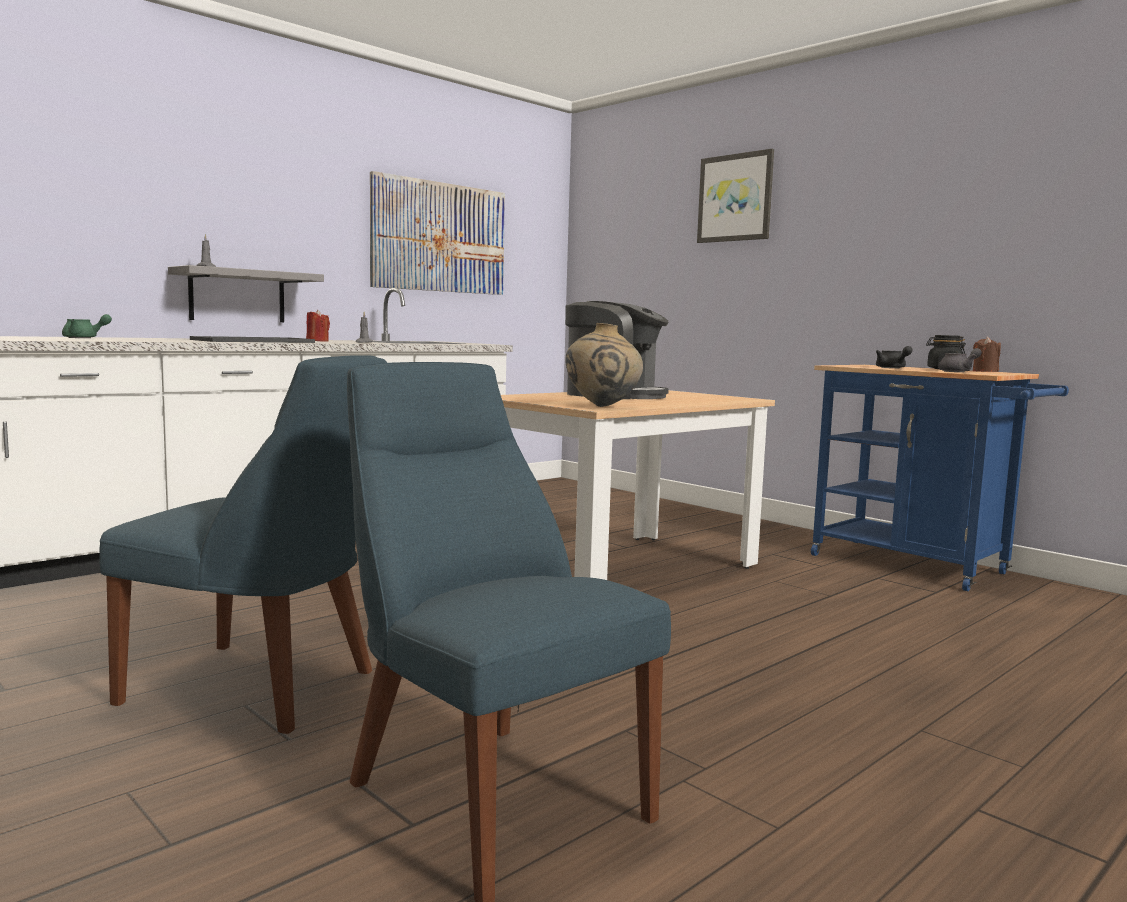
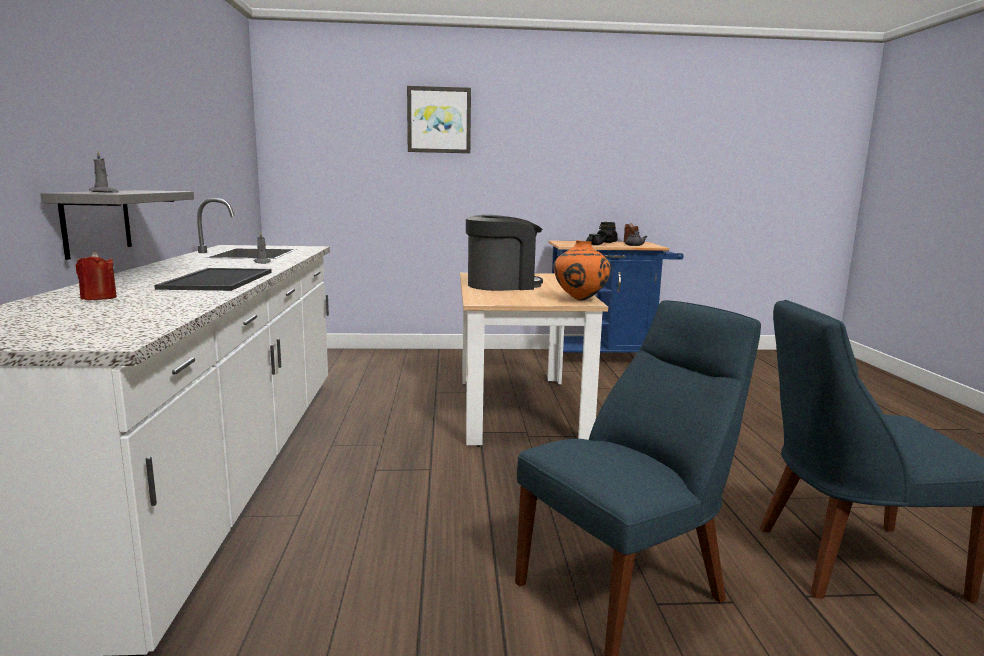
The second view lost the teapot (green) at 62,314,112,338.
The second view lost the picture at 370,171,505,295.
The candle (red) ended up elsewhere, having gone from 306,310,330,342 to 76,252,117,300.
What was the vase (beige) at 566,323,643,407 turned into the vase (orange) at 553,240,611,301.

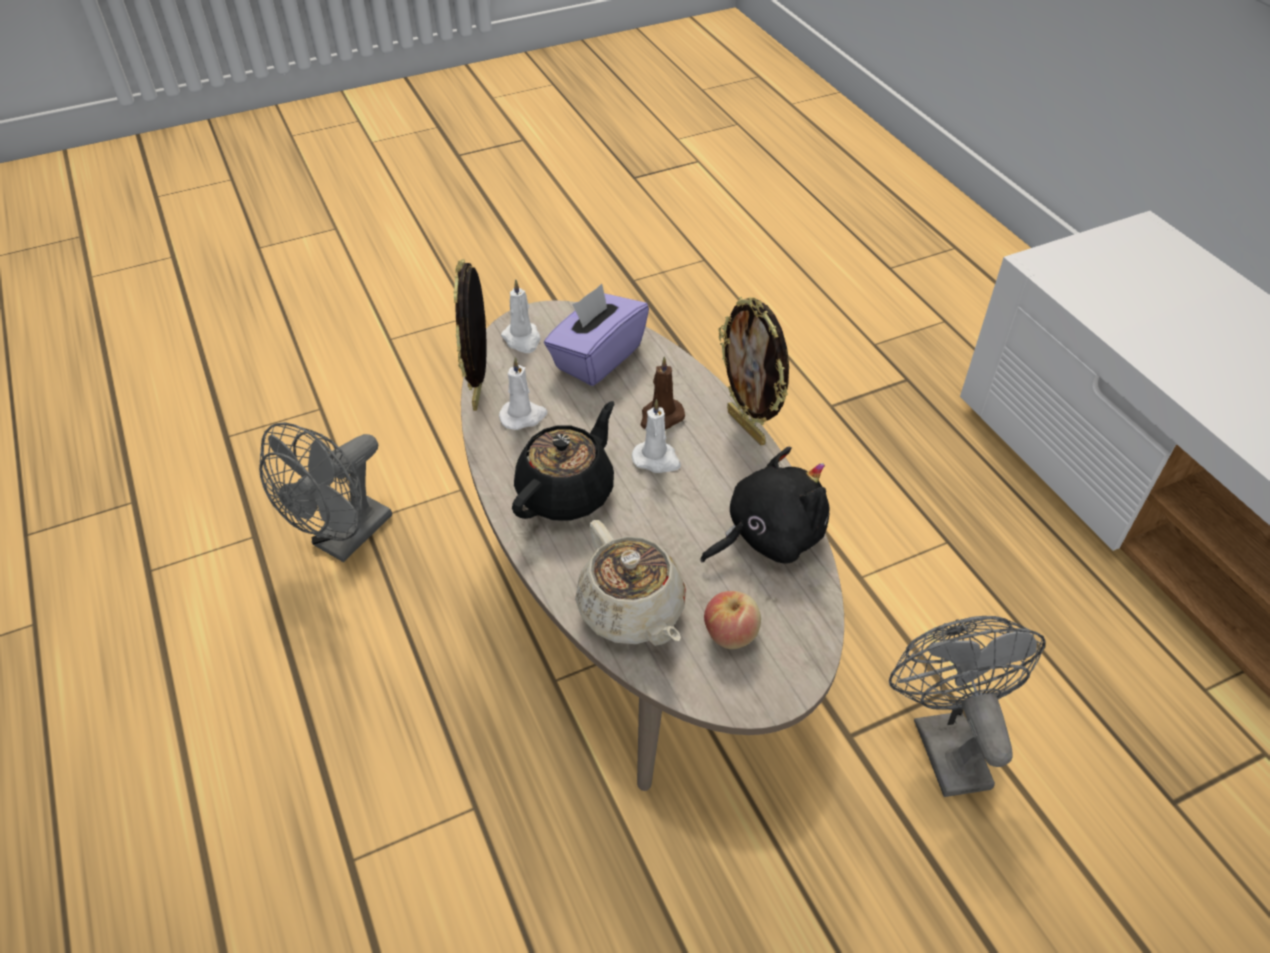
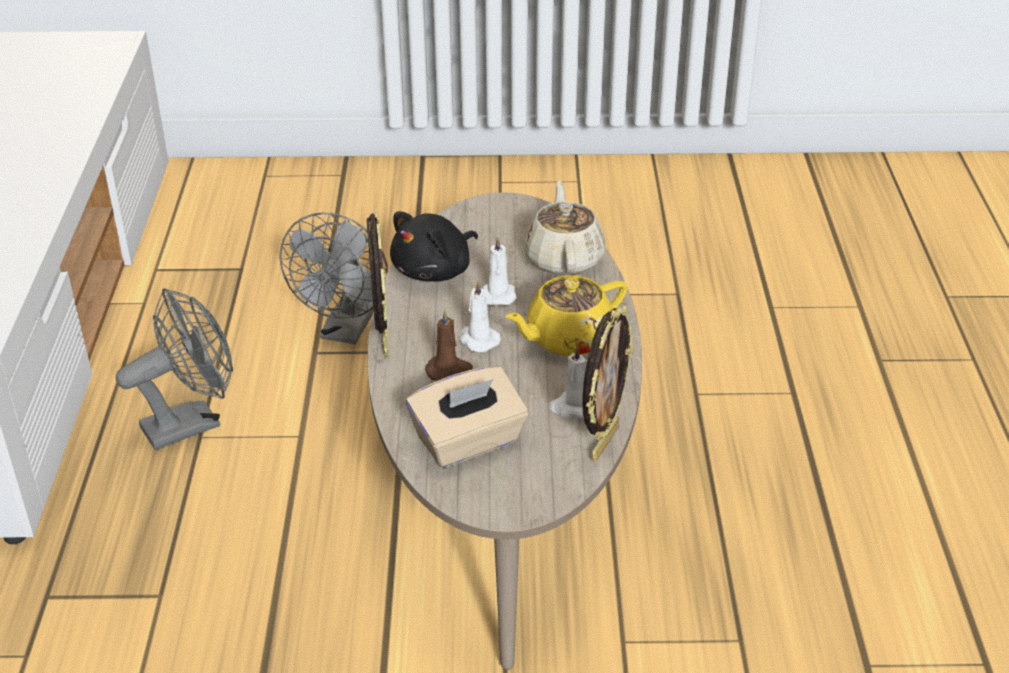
The second view lost the apple at 704,591,761,649.
The fan (grey) ended up elsewhere, having gone from 259,422,392,562 to 116,288,233,450.
The candle (white) ended up elsewhere, having gone from 501,279,541,353 to 482,236,517,305.
What was the teapot (black) at 512,401,615,521 turned into the teapot (yellow) at 505,275,628,356.
What was the tissue box (purple) at 544,284,649,386 turned into the tissue box (beige) at 406,366,528,467.
The plush toy (black) at 700,447,829,563 ended up facing another way, 45 degrees counterclockwise from before.

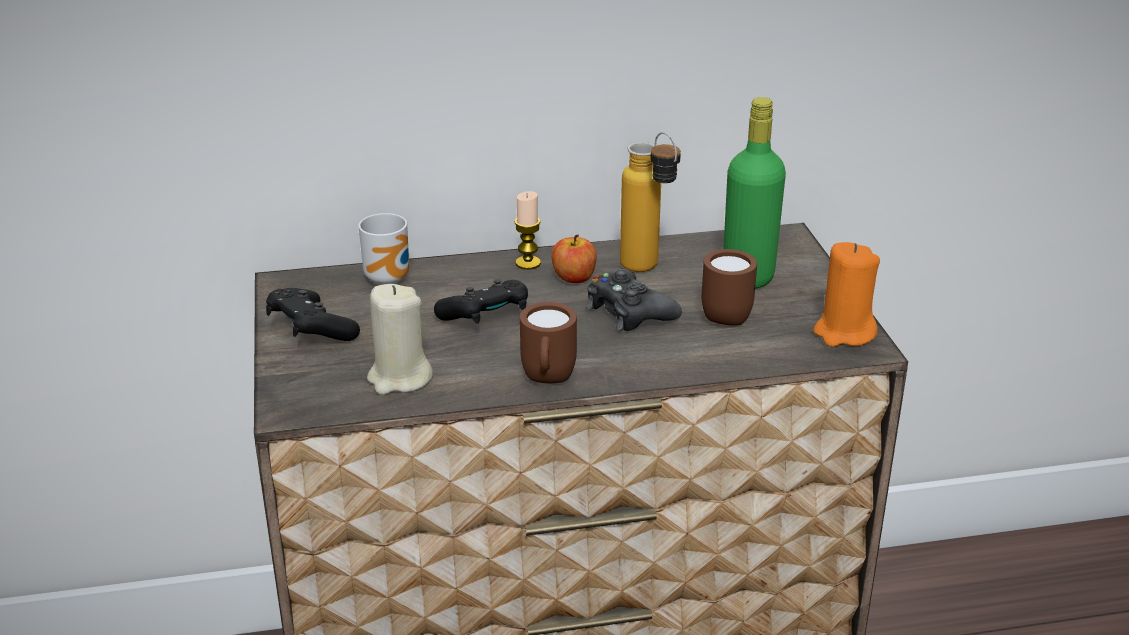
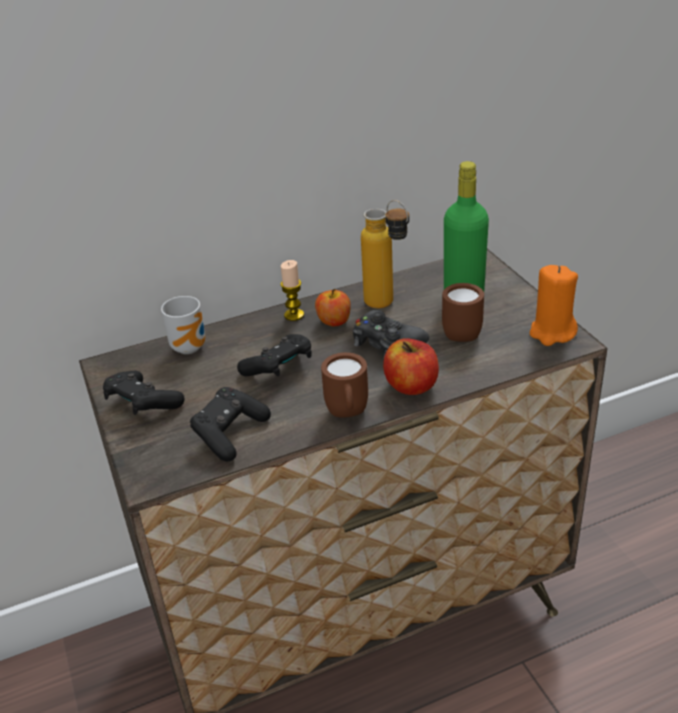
The second view gained the apple at 383,338,439,395.
Where the candle (beige) stood at 367,284,433,395, the game controller (black) came to stand at 190,387,271,461.

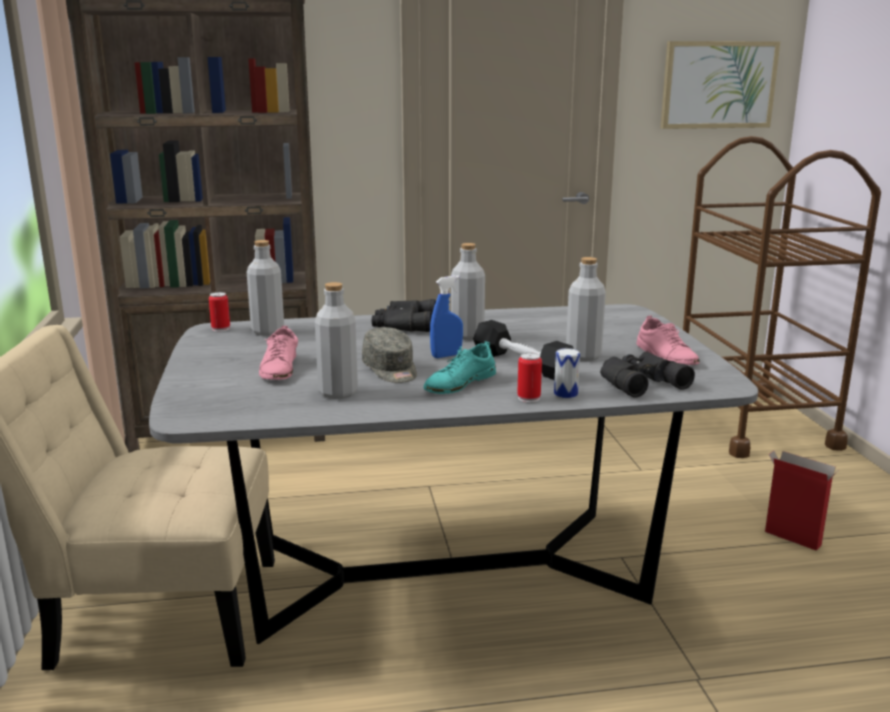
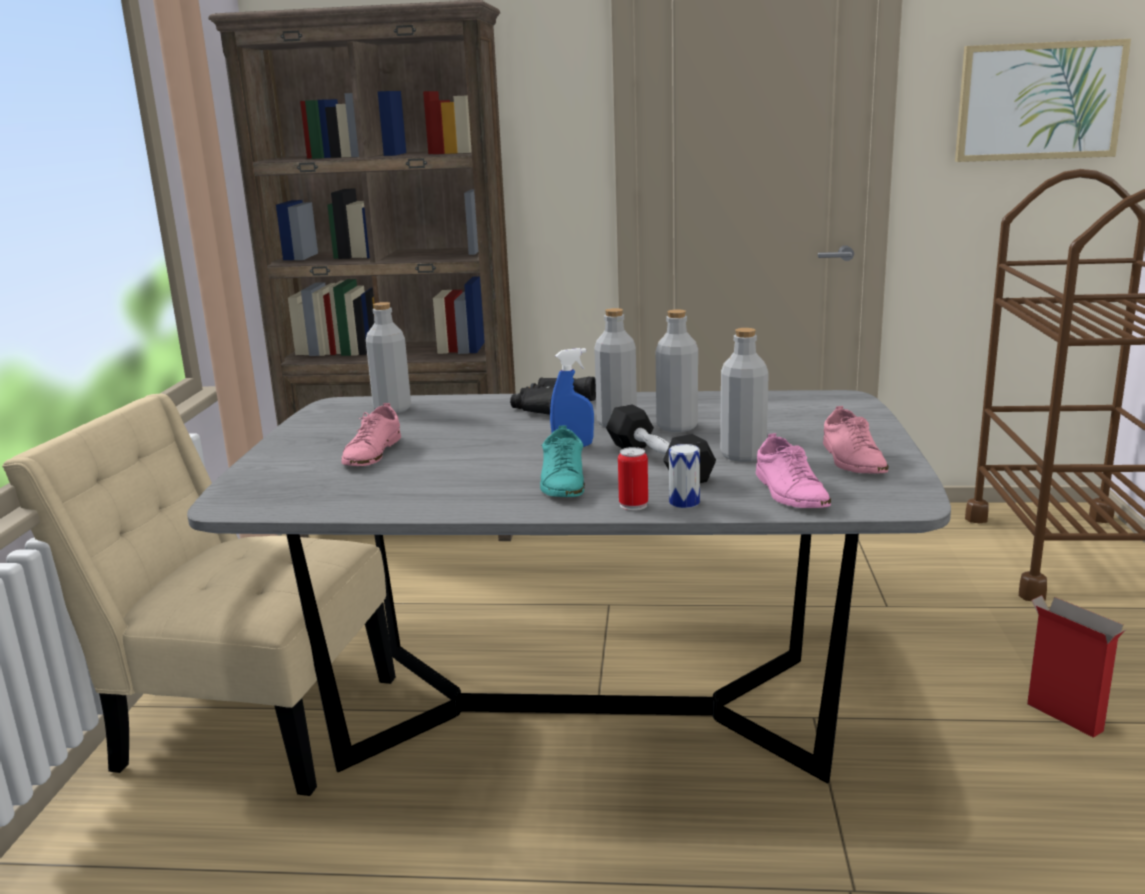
The second view lost the can at 209,292,230,332.
The second view lost the cap (grey) at 362,327,417,383.
The bottle (grey) ended up elsewhere, having gone from 315,282,358,399 to 656,310,698,432.
Where the binoculars (black) stood at 600,352,695,398, the shoe (pink) came to stand at 756,433,831,508.
The shoe (turquoise) at 423,341,496,394 ended up facing another way, 60 degrees counterclockwise from before.

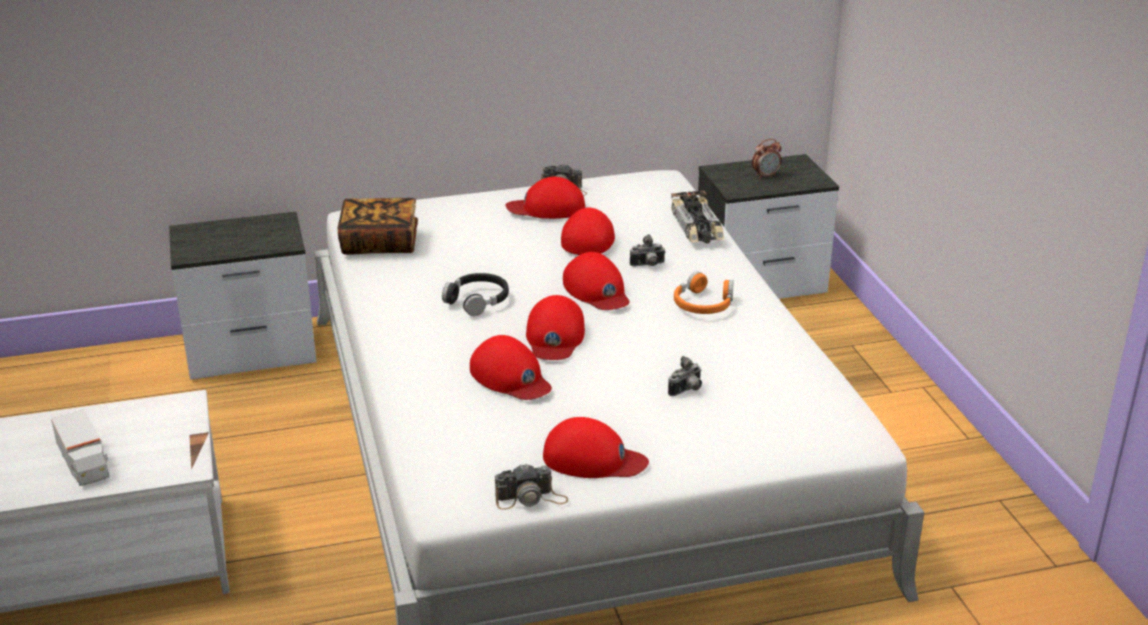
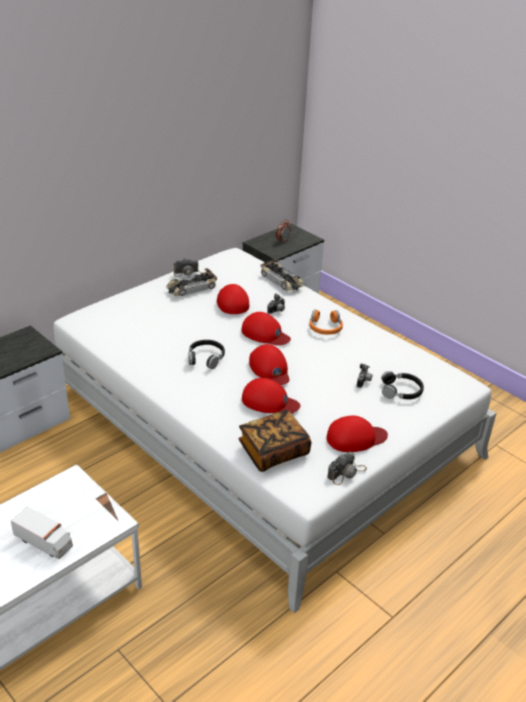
The second view gained the headphones (black) at 381,371,424,399.
The book ended up elsewhere, having gone from 337,198,418,255 to 238,410,311,472.
Where the cap (red) stood at 505,177,585,219, the toy car came to stand at 166,268,217,296.

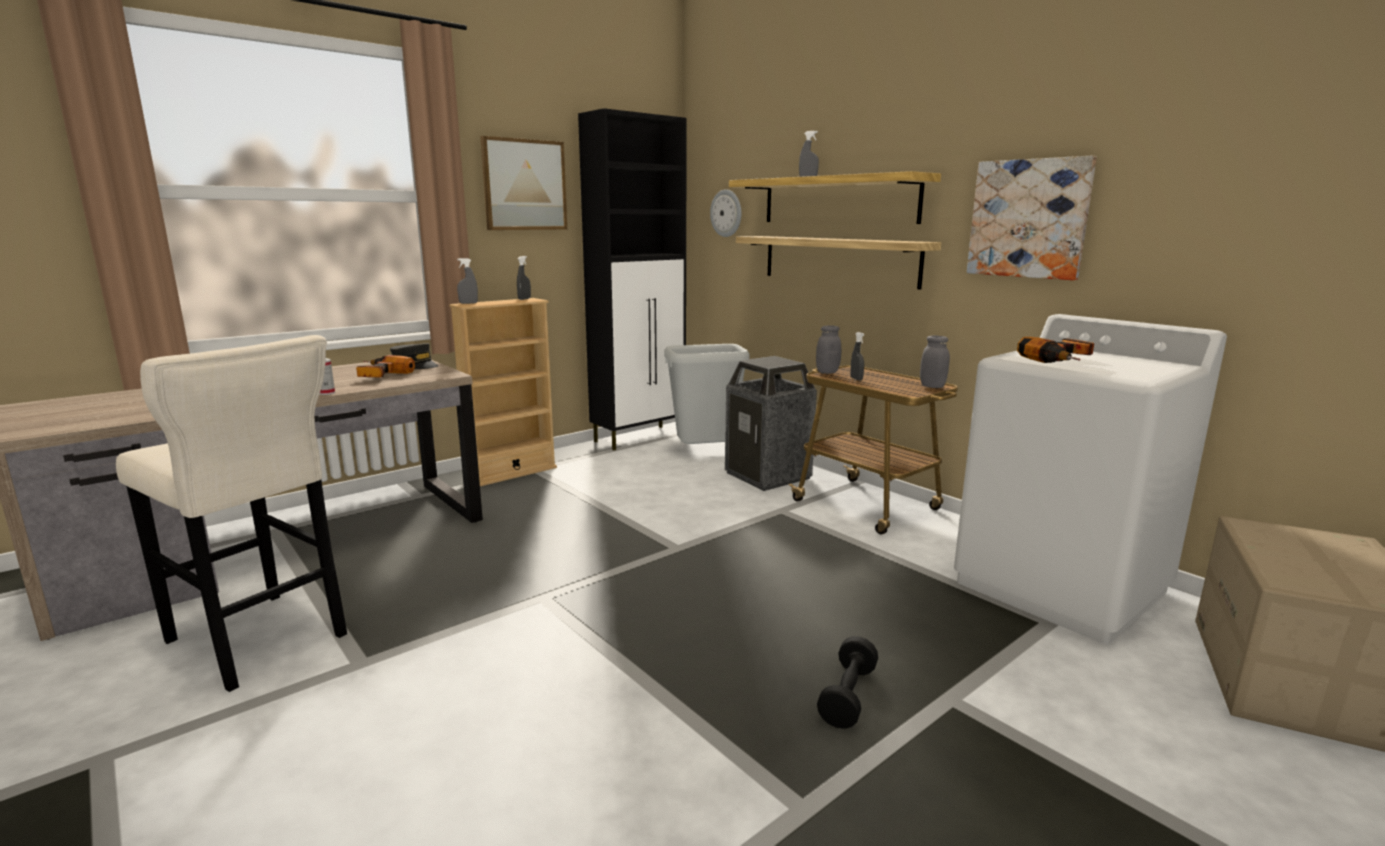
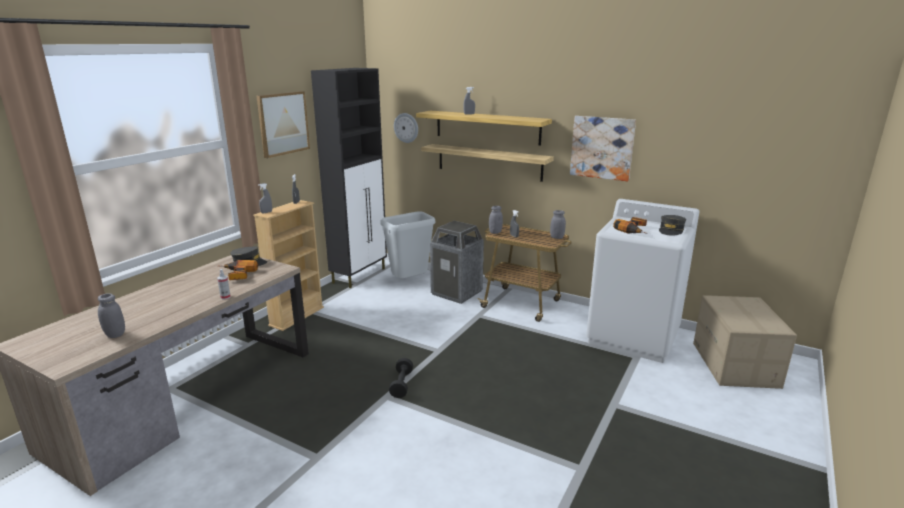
The second view lost the stool (beige) at 116,335,347,692.
The second view gained the jar (grey) at 98,293,125,338.
The second view gained the cap (grey) at 659,215,686,236.
The dumbbell (black) ended up elsewhere, having gone from 817,636,878,729 to 389,358,413,398.

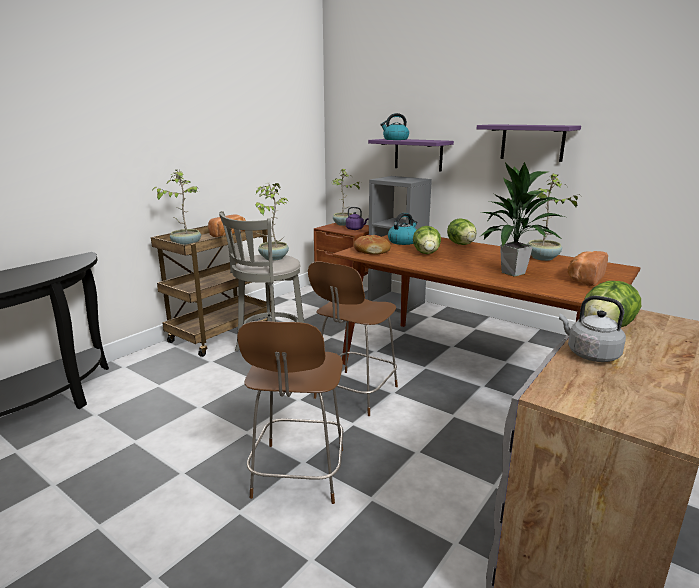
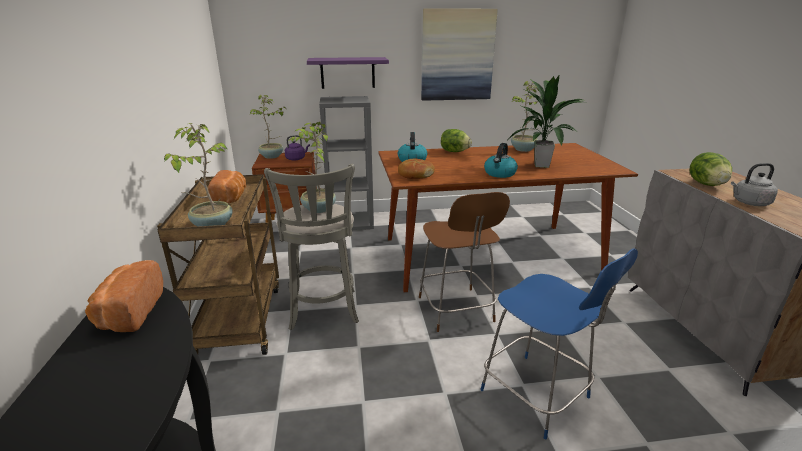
The second view lost the lettuce at 413,226,441,254.
The kettle ended up elsewhere, having gone from 380,113,409,140 to 484,143,518,178.
The bread ended up elsewhere, having gone from 568,251,608,286 to 85,260,163,332.
Where the shelf (purple) hung at 477,124,581,162, the picture came to hang at 421,8,498,101.
What was the chair (brown) at 237,321,344,504 turned into the chair (blue) at 480,249,638,439.

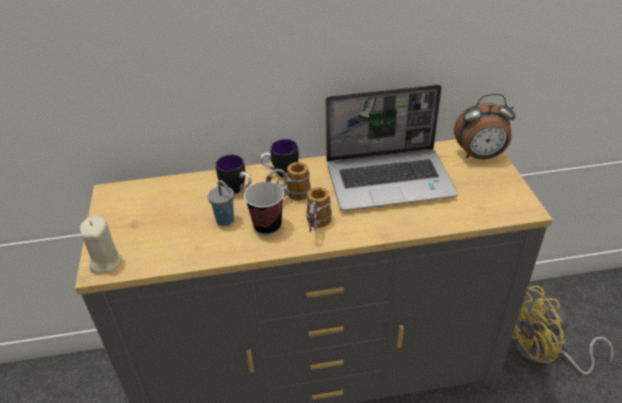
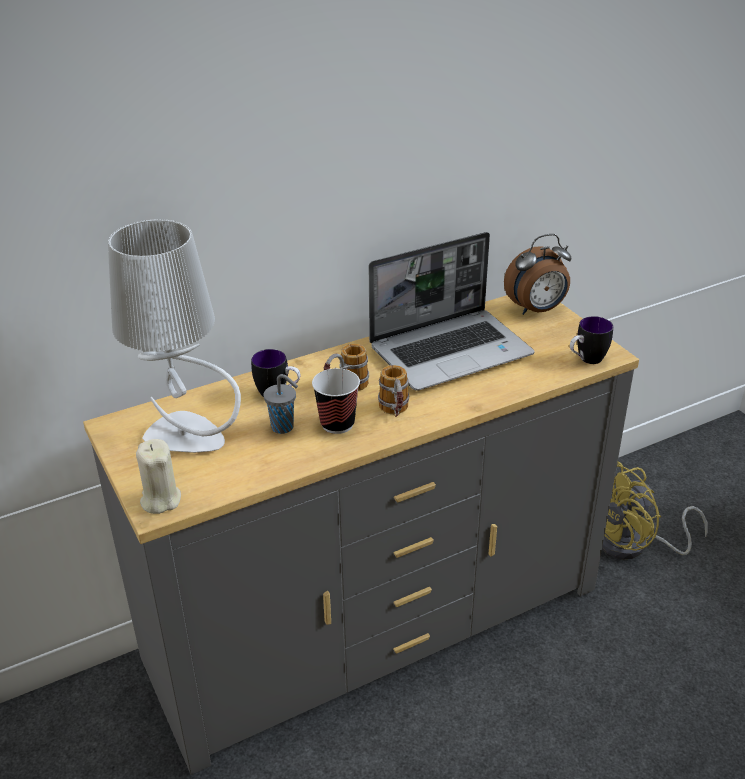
The second view gained the table lamp (grey) at 108,219,241,453.
The mug ended up elsewhere, having gone from 260,139,299,178 to 570,316,613,364.

